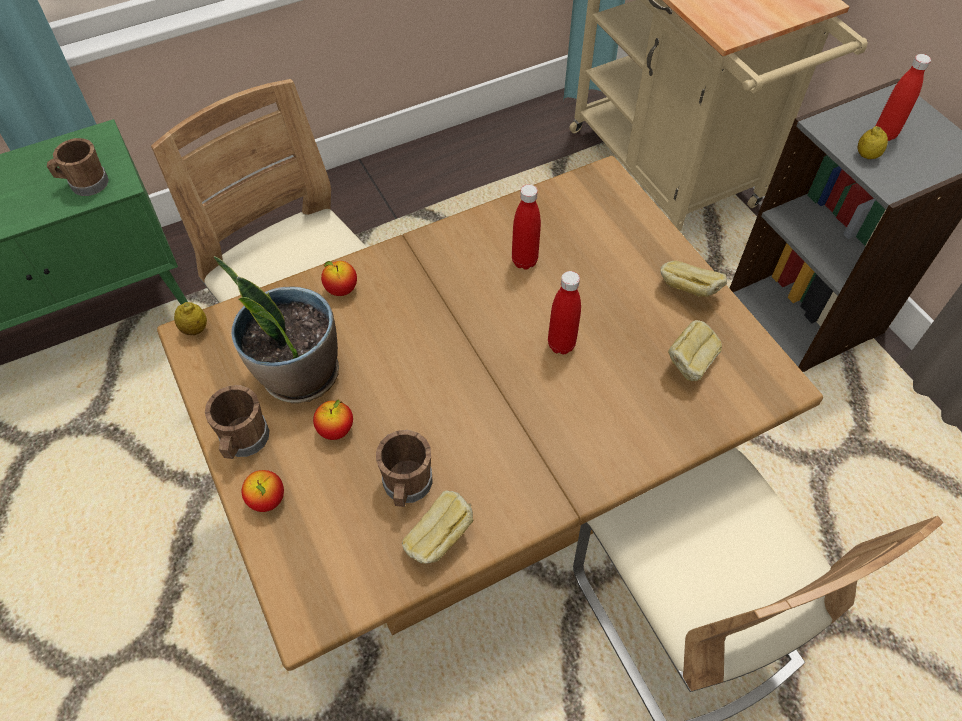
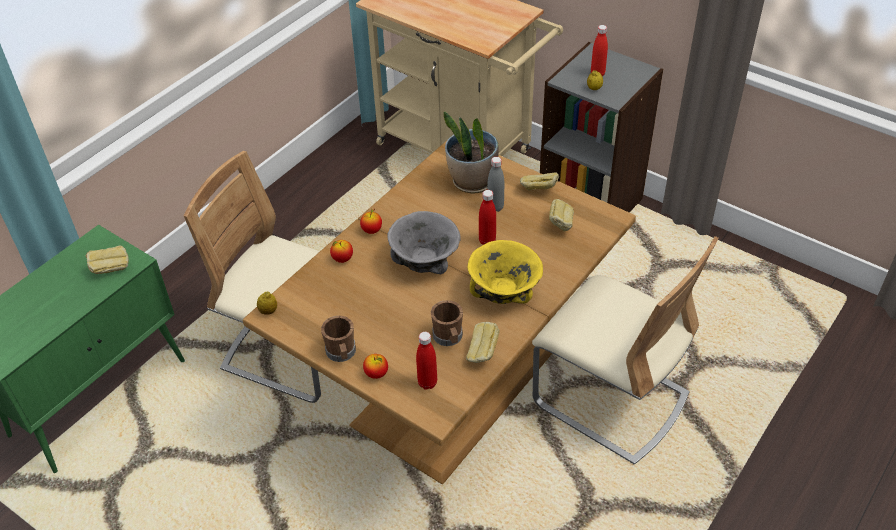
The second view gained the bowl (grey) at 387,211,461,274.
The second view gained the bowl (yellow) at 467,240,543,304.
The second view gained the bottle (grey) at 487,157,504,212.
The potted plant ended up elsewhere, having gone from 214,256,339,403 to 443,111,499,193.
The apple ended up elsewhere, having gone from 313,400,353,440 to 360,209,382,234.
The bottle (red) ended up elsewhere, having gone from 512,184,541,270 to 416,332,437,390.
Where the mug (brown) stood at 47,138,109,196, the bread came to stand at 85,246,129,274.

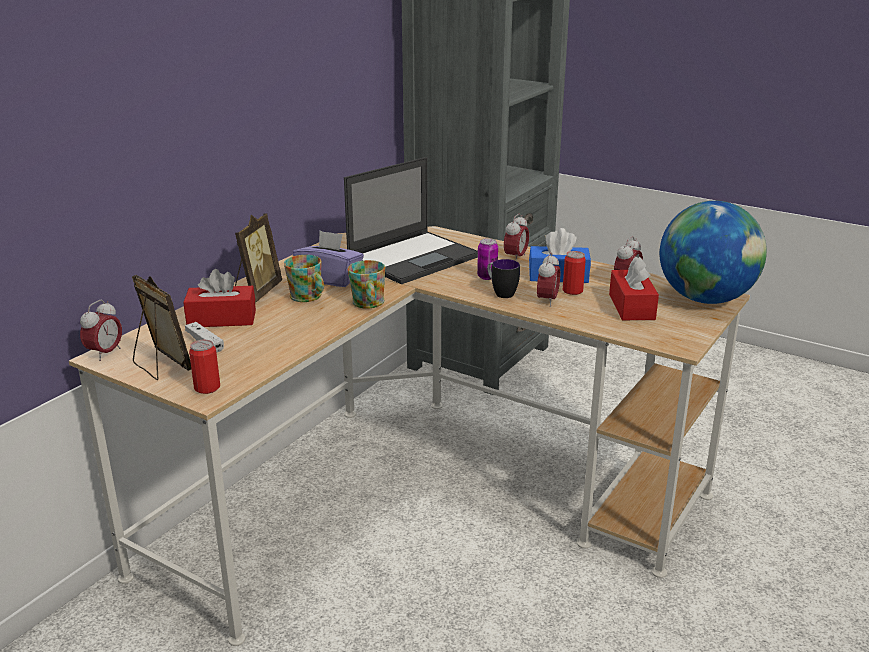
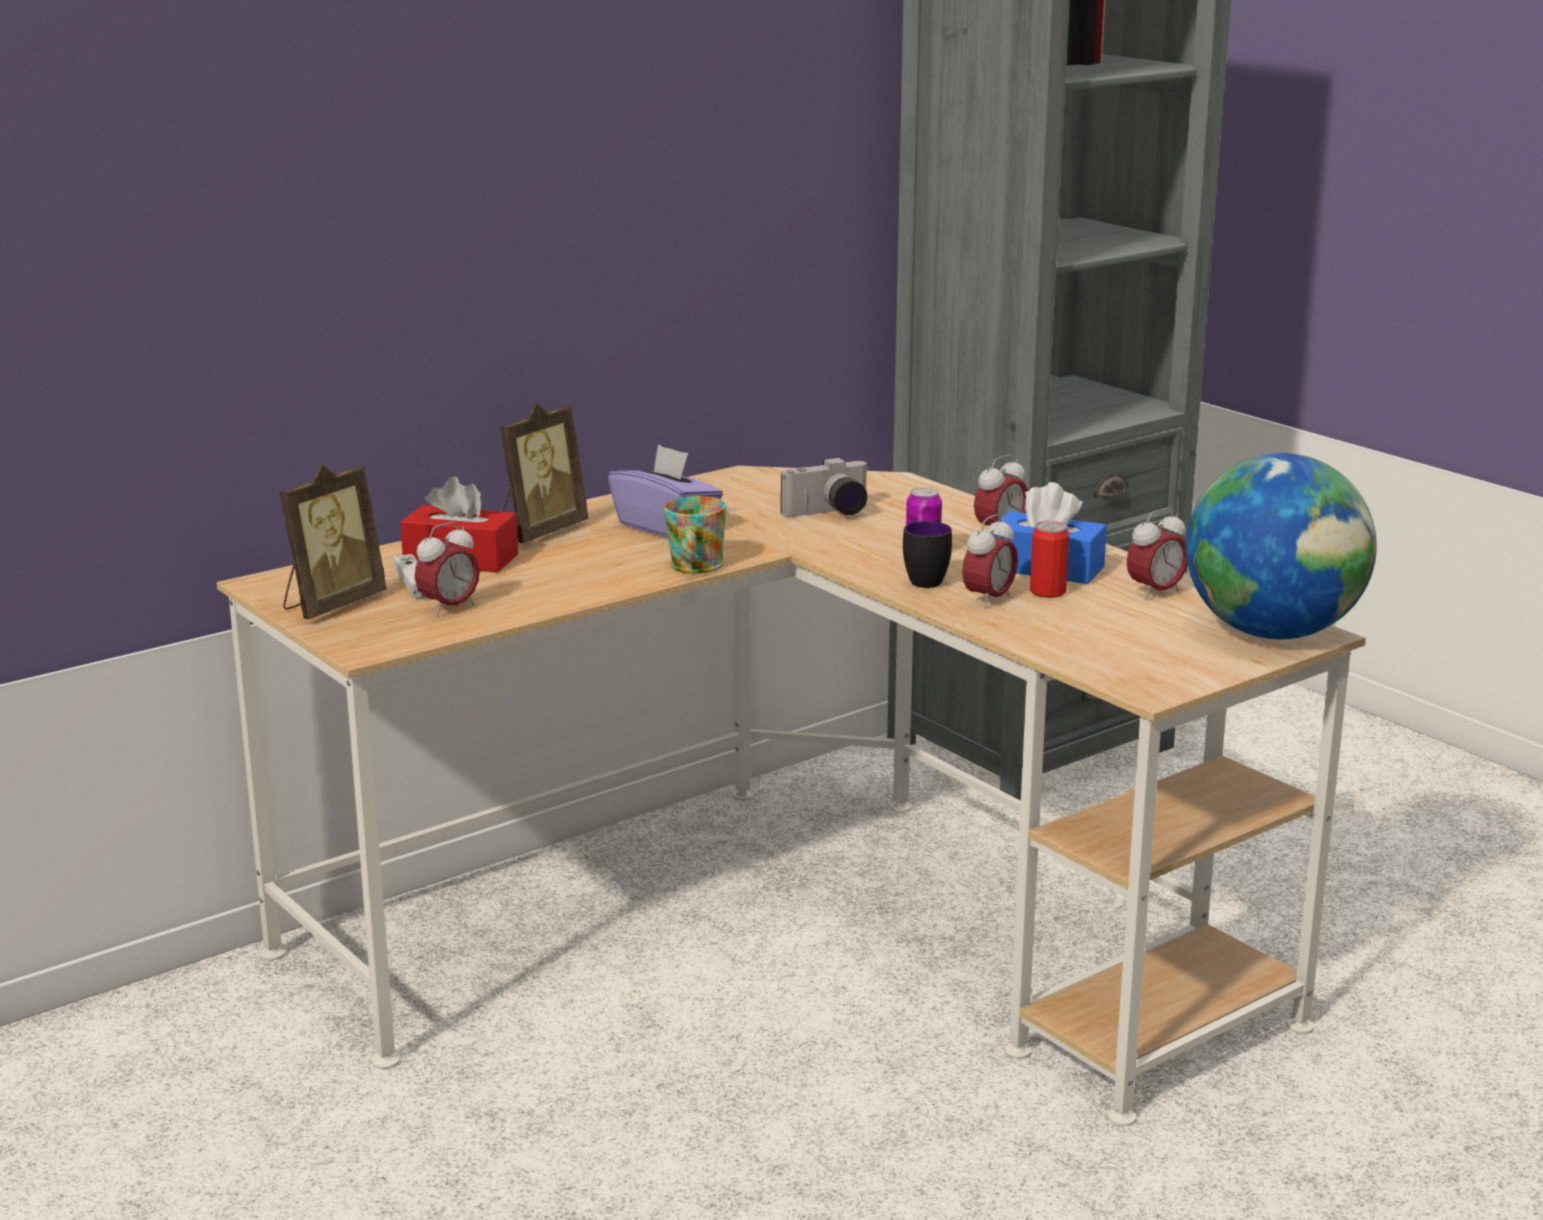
The second view lost the can at 189,340,220,394.
The second view lost the mug at 284,255,324,302.
The second view lost the tissue box (red) at 609,256,659,320.
The alarm clock ended up elsewhere, having gone from 80,300,122,361 to 414,522,480,617.
Where the laptop stood at 344,157,478,284, the photo camera came to stand at 781,457,869,517.
The picture frame at 132,275,191,380 ended up facing another way, 60 degrees clockwise from before.

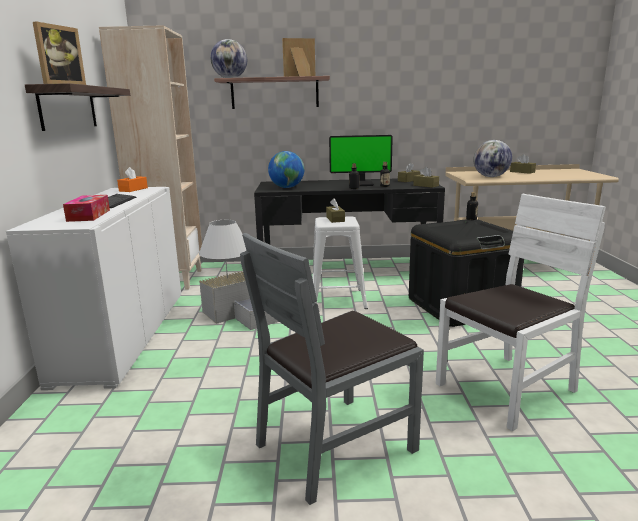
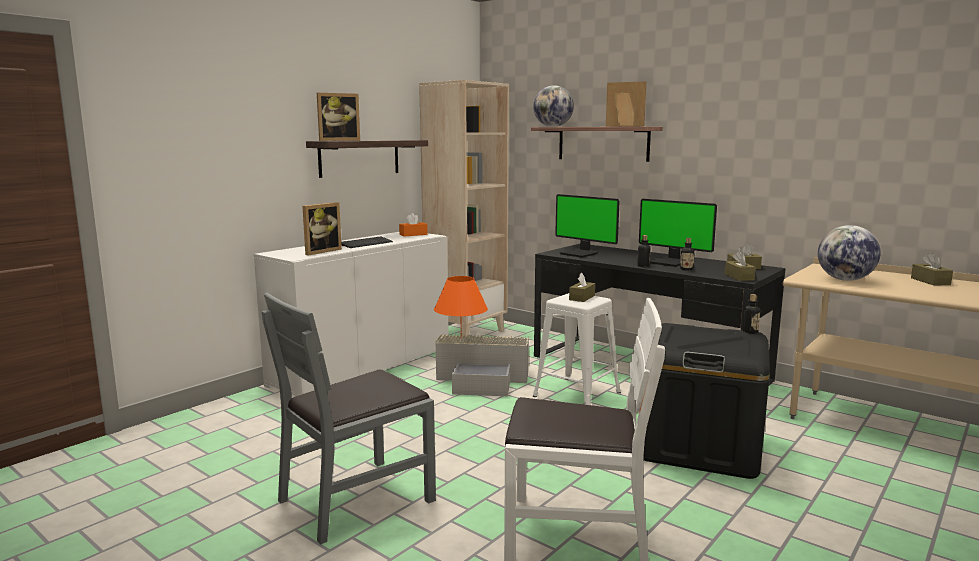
Where the tissue box stood at 63,195,110,222, the picture frame came to stand at 302,202,342,256.
Where the globe stood at 268,151,304,188, the monitor came to stand at 555,194,620,258.
What was the table lamp (white) at 199,220,246,278 turned into the table lamp (orange) at 434,276,488,337.
The chair (grey) at 240,233,424,505 ended up facing another way, 45 degrees counterclockwise from before.

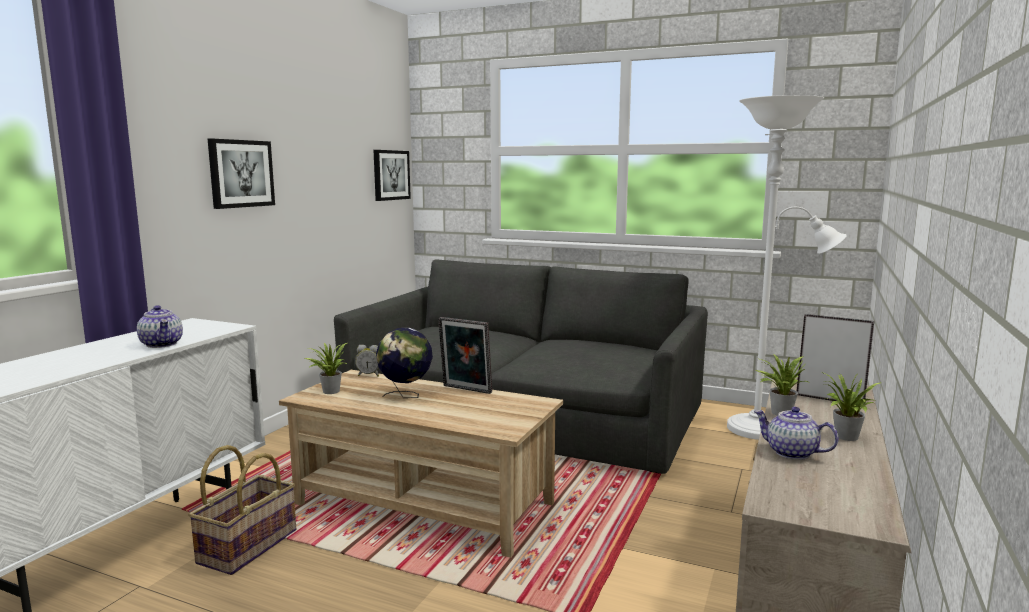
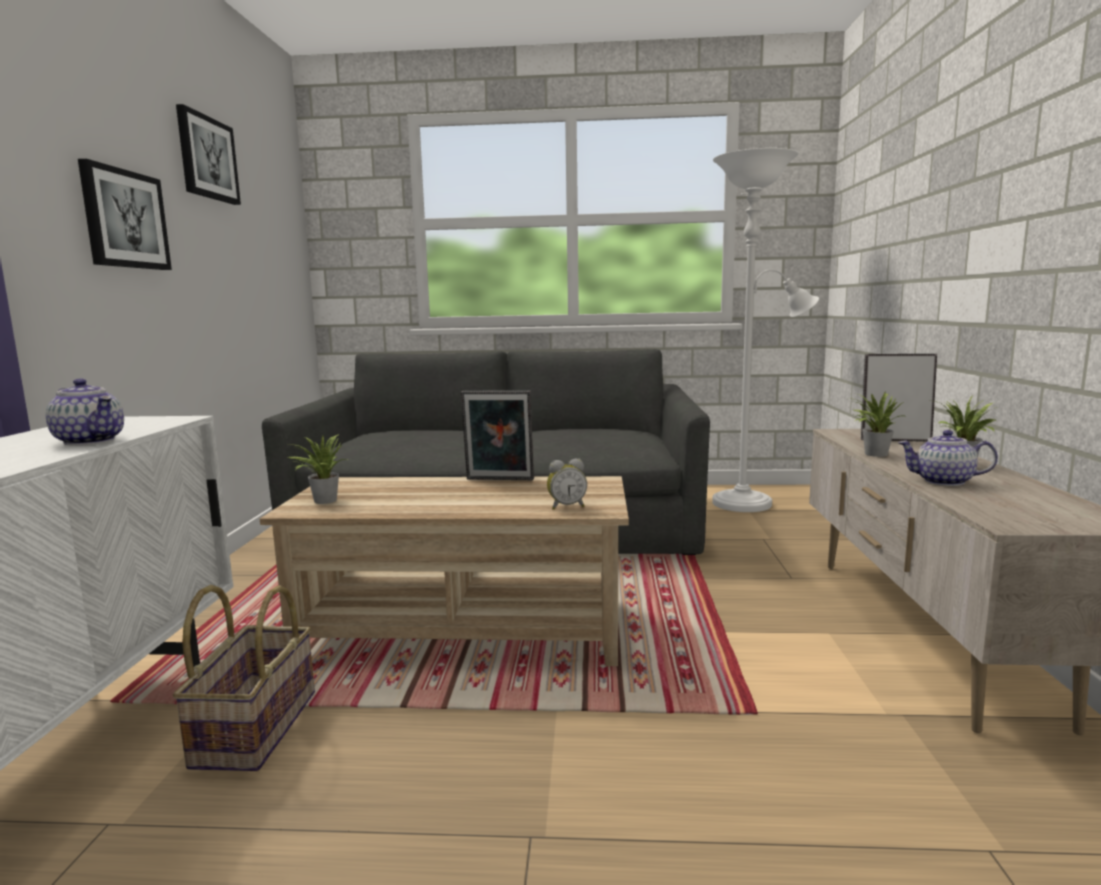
The second view lost the globe at 376,328,433,398.
The alarm clock ended up elsewhere, having gone from 355,345,379,376 to 547,459,587,510.
The picture ended up elsewhere, having gone from 373,150,411,201 to 176,104,241,205.

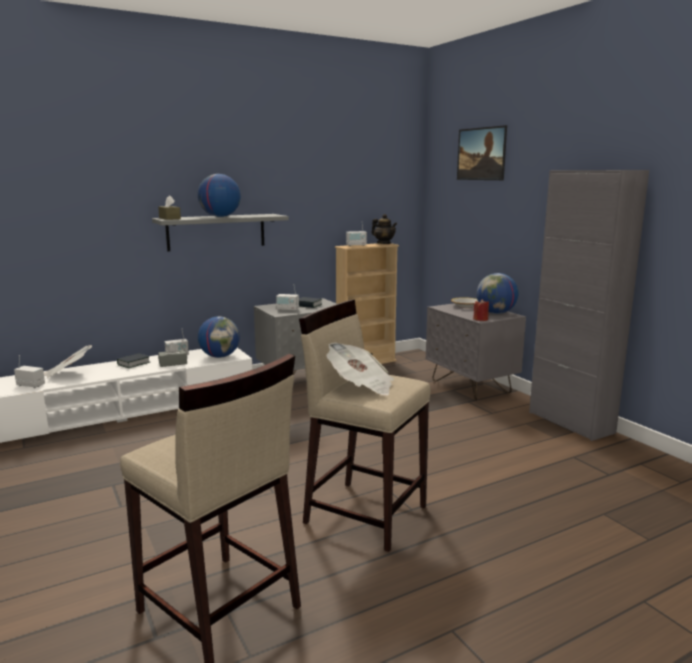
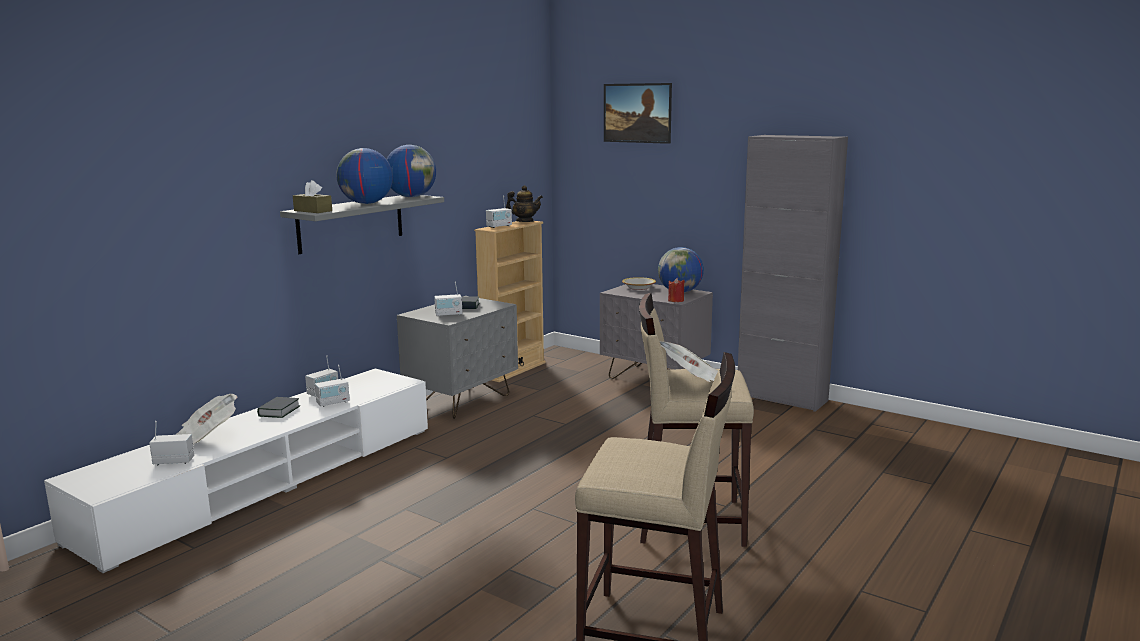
The globe ended up elsewhere, having gone from 198,316,240,358 to 387,145,436,197.
Where the tissue box (grey) stood at 158,343,187,367, the radio came to stand at 315,365,350,407.

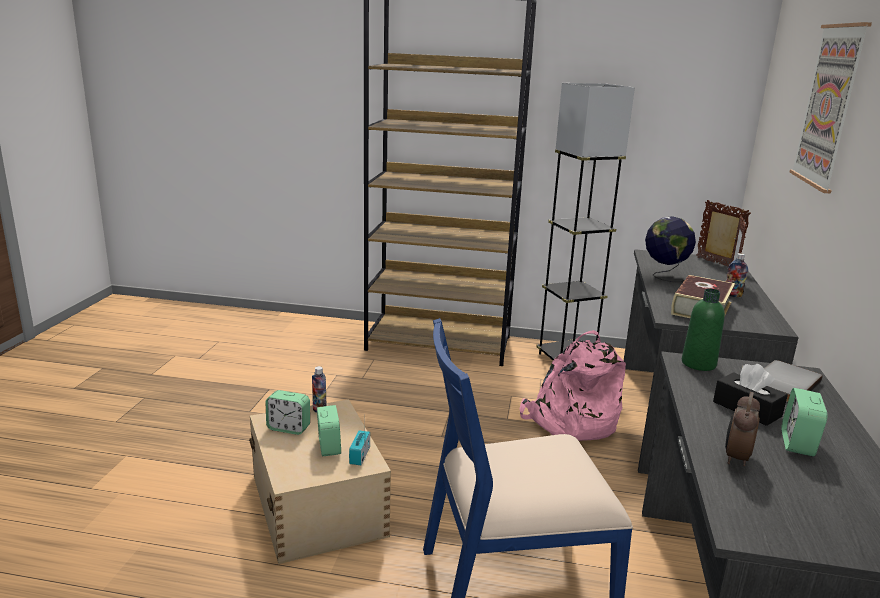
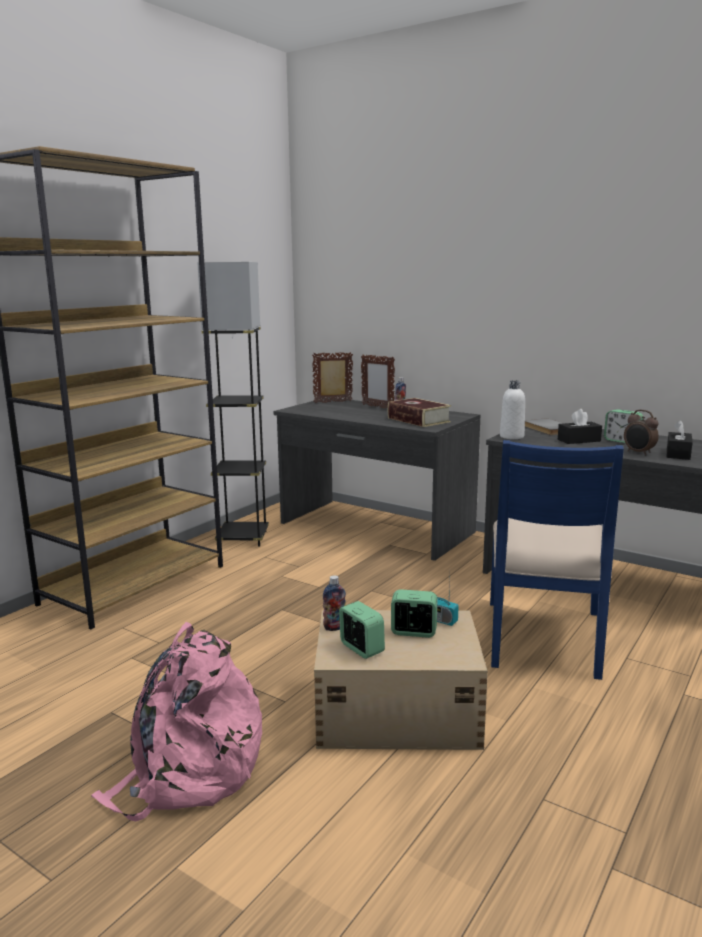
The second view lost the globe at 645,216,696,282.
The second view lost the picture at 789,22,872,194.
The second view gained the tissue box (black) at 667,420,693,460.
The backpack (pink) ended up elsewhere, having gone from 520,330,626,441 to 91,622,262,821.
What was the bottle (green) at 682,288,725,371 turned into the bottle (white) at 500,380,525,439.
The alarm clock at 265,390,310,435 ended up facing another way, 75 degrees counterclockwise from before.

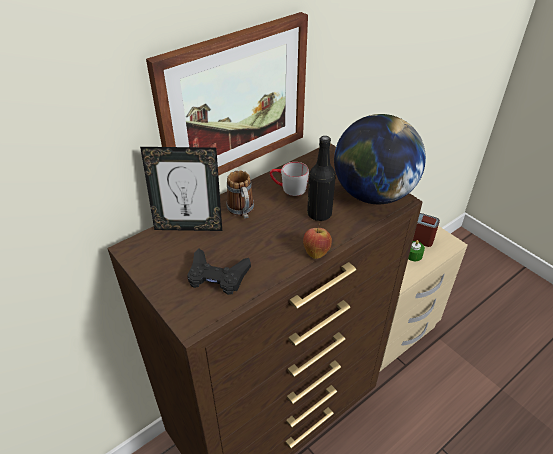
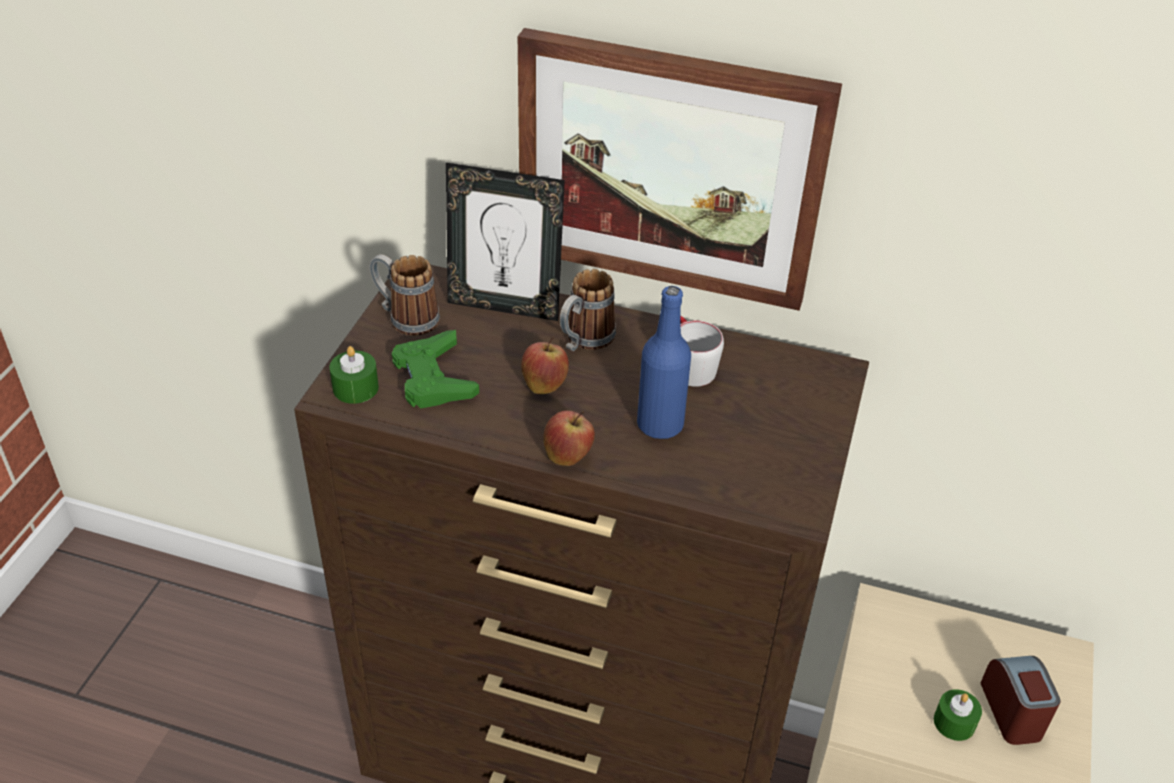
The second view lost the globe at 334,114,426,204.
The second view gained the candle (green) at 329,346,379,404.
The second view gained the mug at 369,254,440,336.
The second view gained the apple at 521,336,569,394.
What was the game controller (black) at 188,249,251,295 turned into the game controller (green) at 392,330,479,409.
What was the bottle (black) at 307,136,336,221 turned into the bottle (blue) at 637,286,691,439.
The picture frame at 140,147,222,231 ended up facing another way, 45 degrees counterclockwise from before.

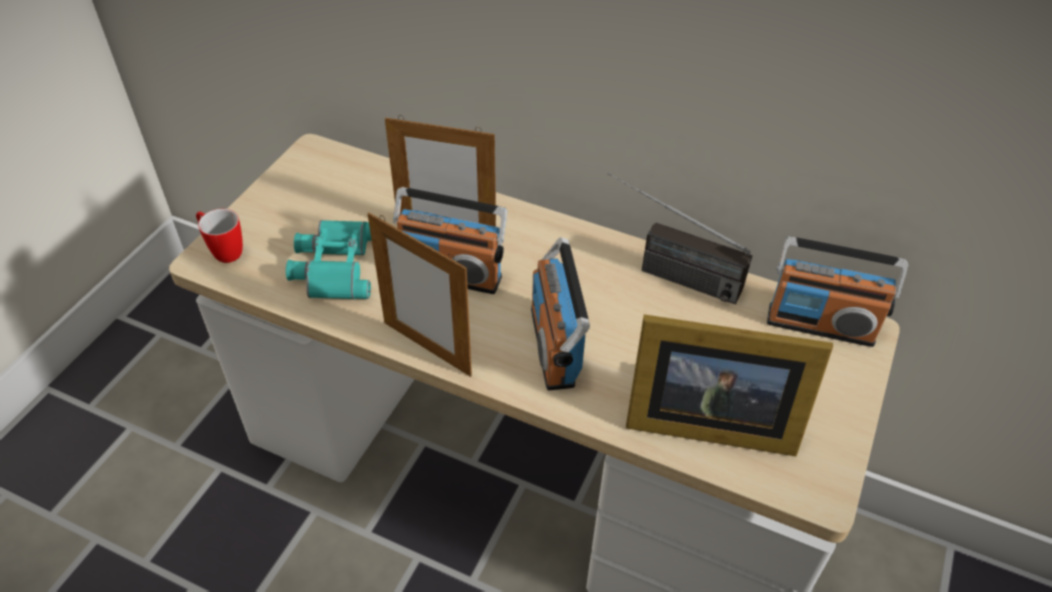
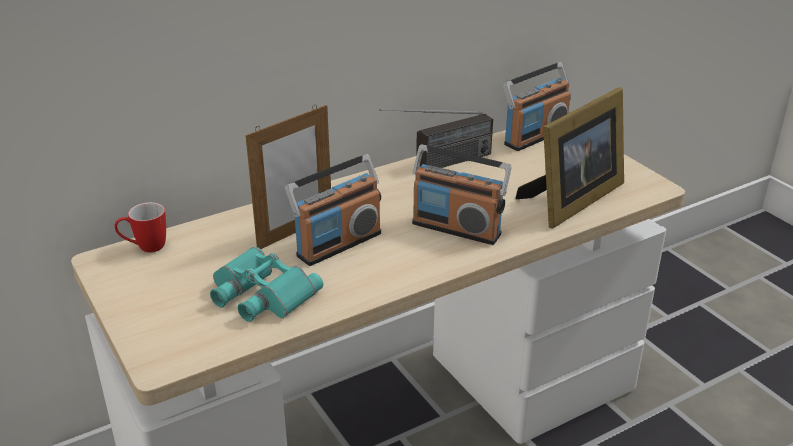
The second view lost the picture frame at 367,213,472,377.
The mug ended up elsewhere, having gone from 196,209,243,263 to 114,202,166,252.

